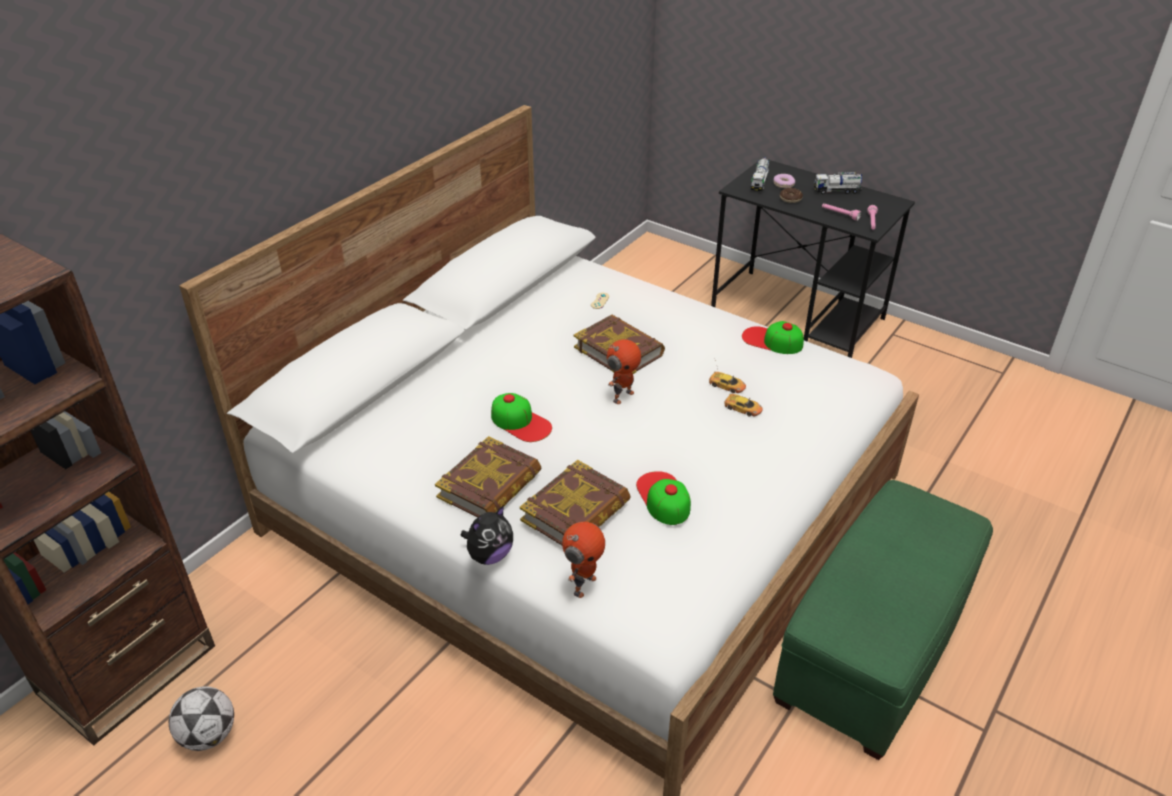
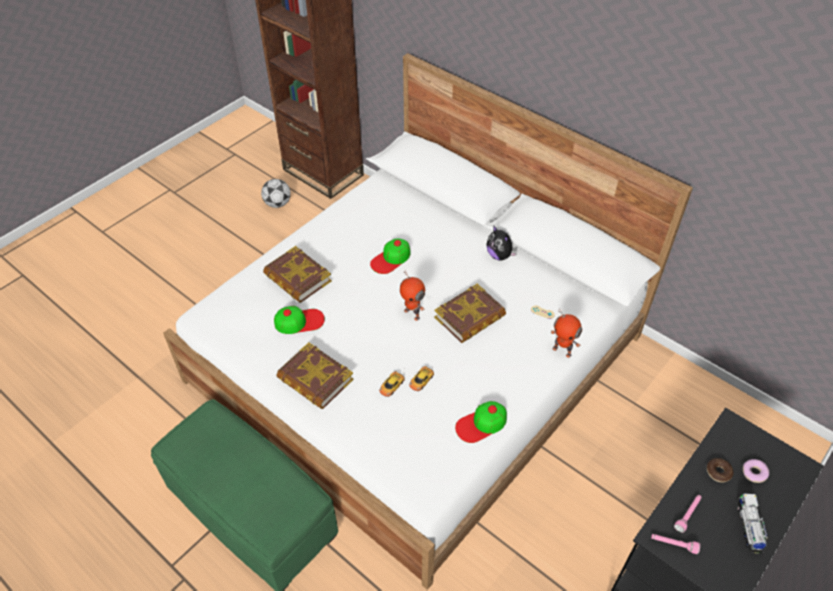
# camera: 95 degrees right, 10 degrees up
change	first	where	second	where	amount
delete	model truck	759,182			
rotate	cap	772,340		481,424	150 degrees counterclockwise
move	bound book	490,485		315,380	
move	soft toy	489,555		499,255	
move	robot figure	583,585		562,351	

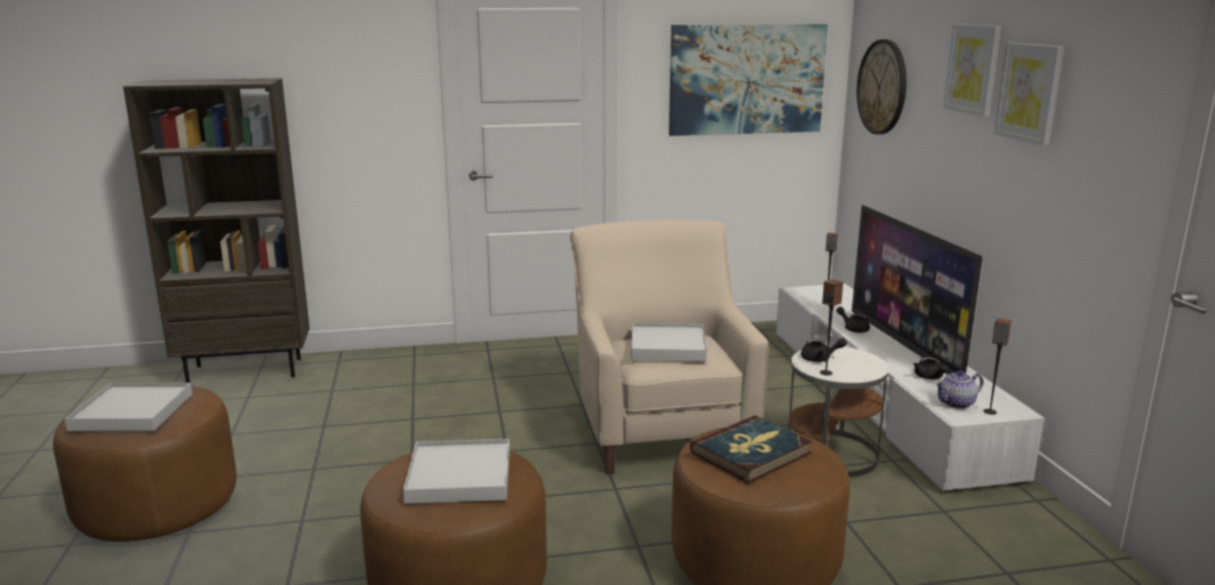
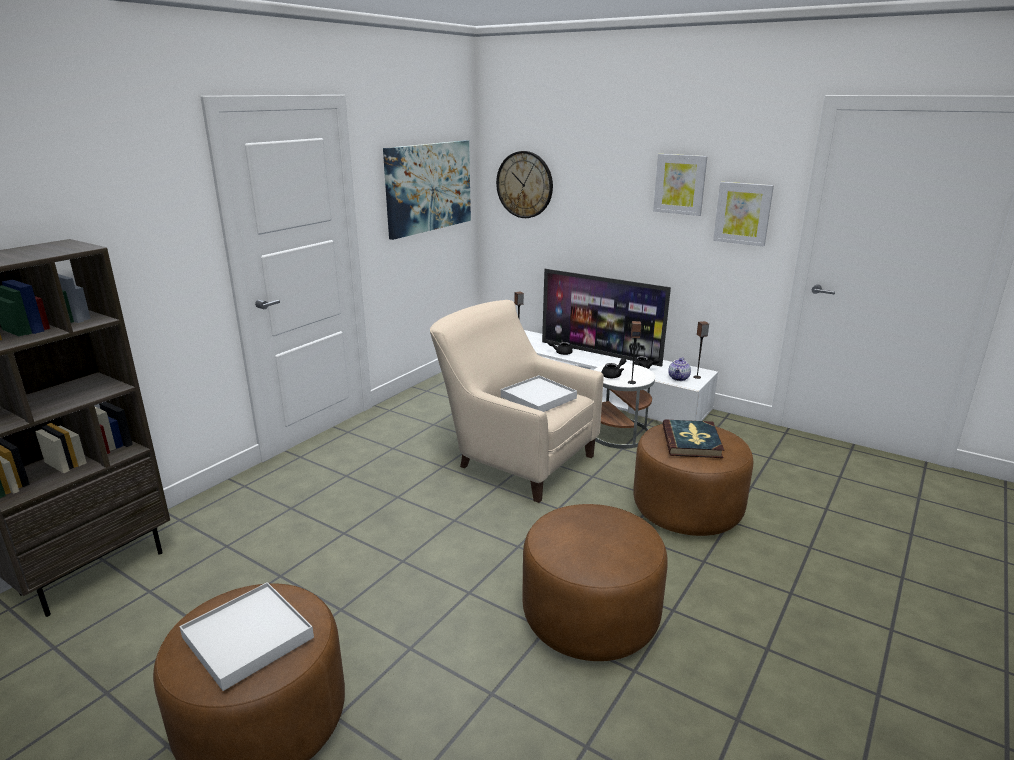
# camera: 45 degrees left, 5 degrees up
change	first	where	second	where	amount
move	wall art	973,69		743,213	
delete	white-coloured carrying tray	460,476			

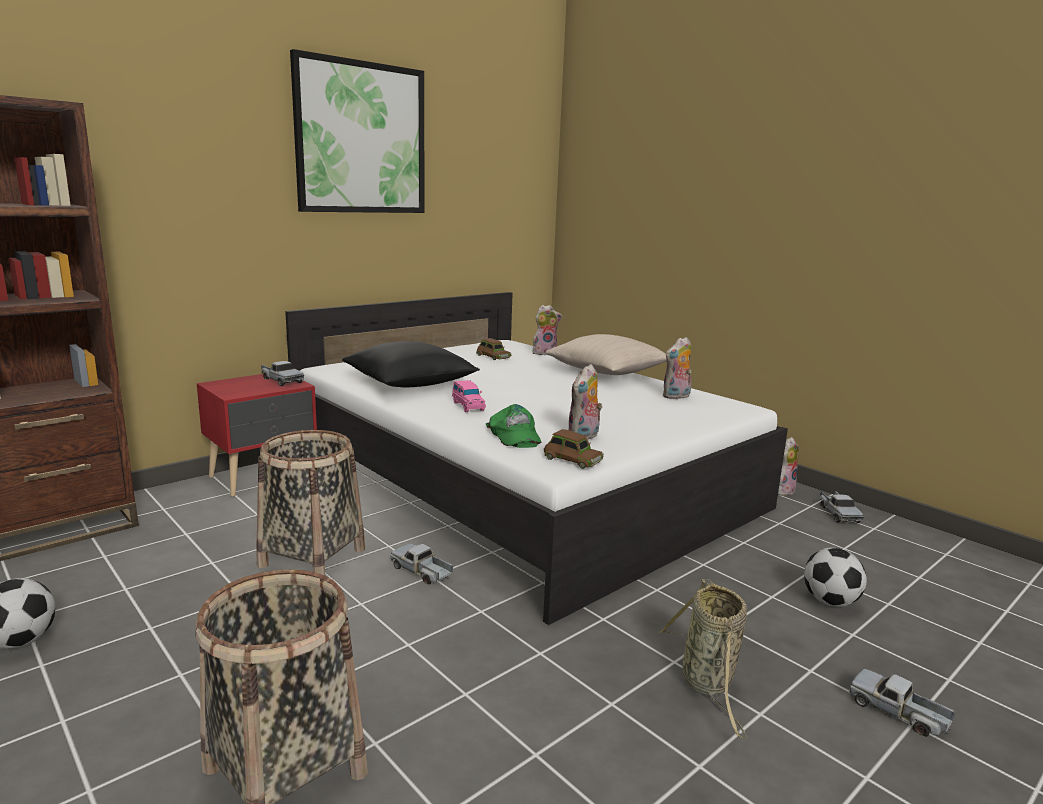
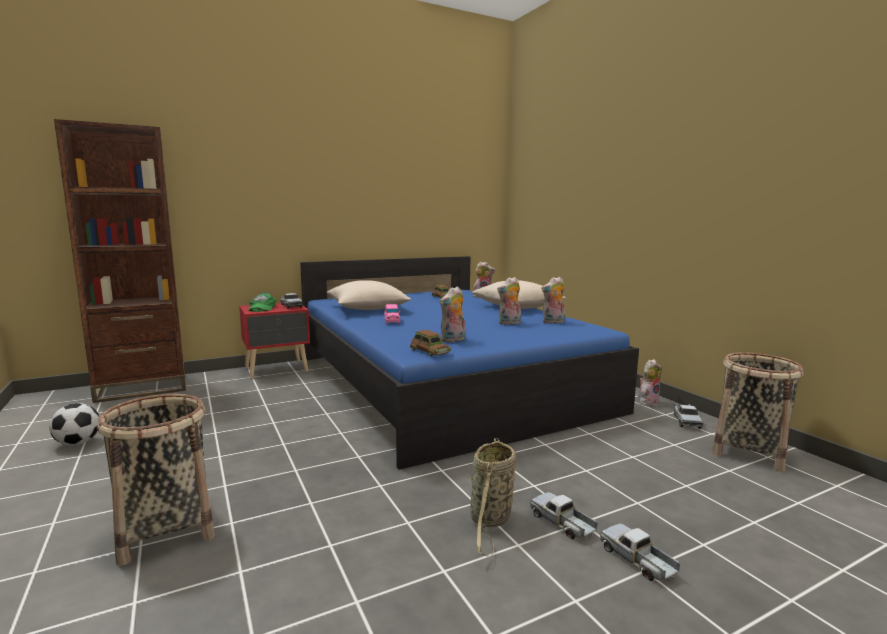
# camera: 15 degrees right, 5 degrees down
change	first	where	second	where	amount
delete	wall art	361,138			
recolor	white-coloured bed	519,480	blue bed	444,382	
recolor	black cushion	409,383	beige cushion	367,308	
move	green cap	514,435		261,308	
move	basket	313,557		750,452	
move	model truck	422,571		562,523	
delete	football	829,602			
insert			soft toy	509,323	

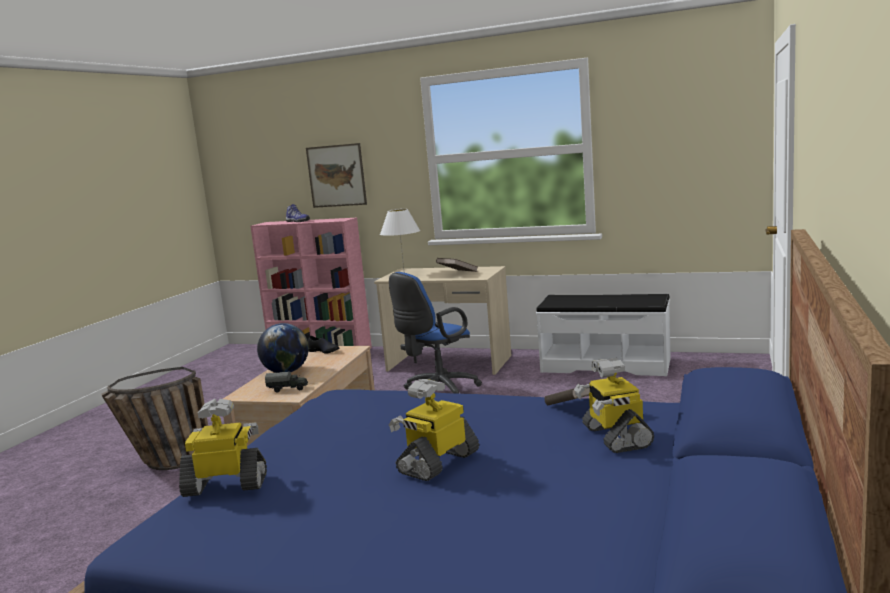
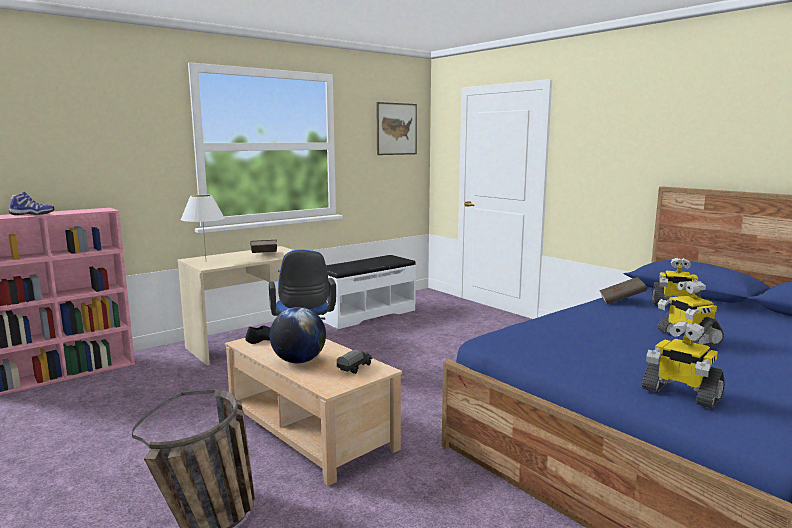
# camera: 60 degrees left, 0 degrees up
change	first	where	second	where	amount
move	wall art	336,175		396,129	
rotate	robot figure	227,485		680,393	75 degrees counterclockwise

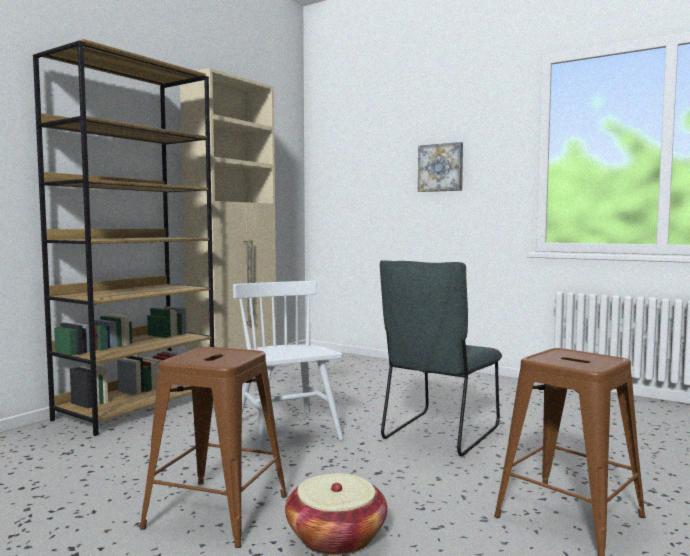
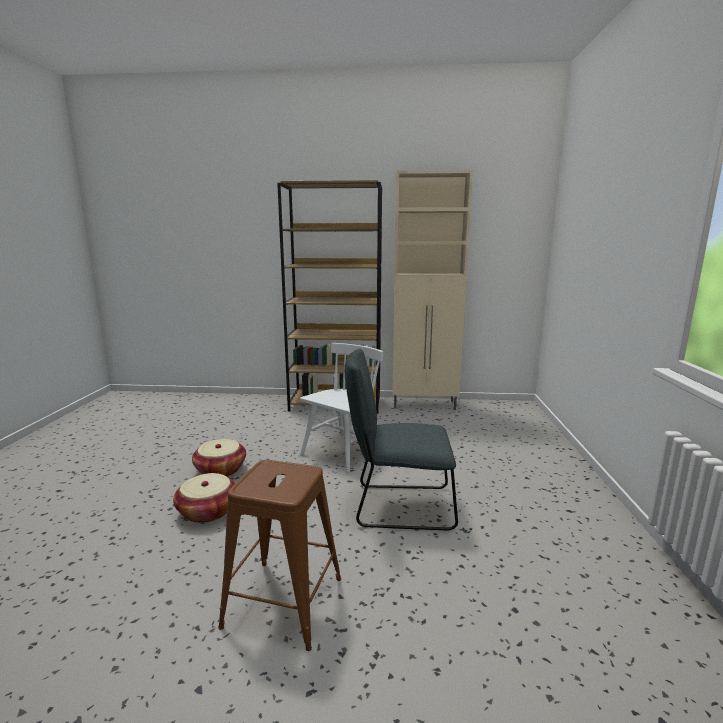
# camera: 60 degrees right, 10 degrees up
change	first	where	second	where	amount
delete	wall art	441,167			
replace	brownish sitting stool	217,512	basket	220,470	

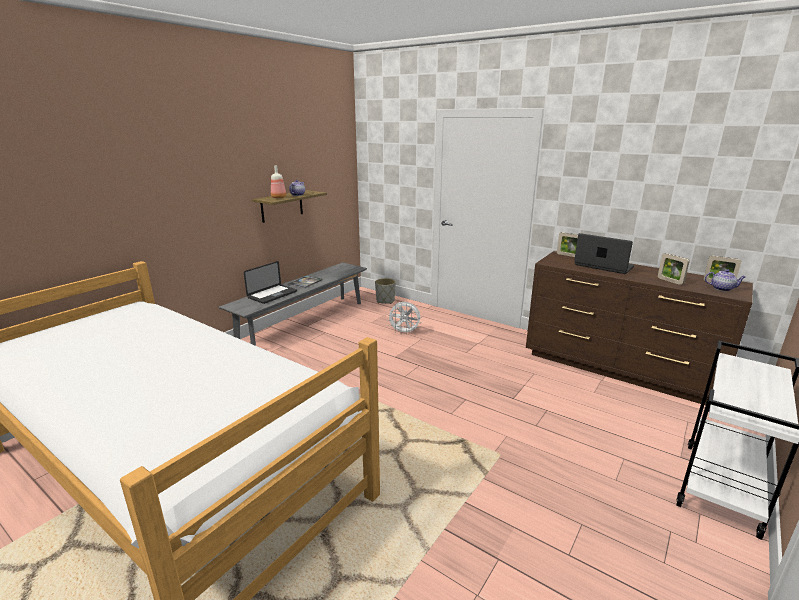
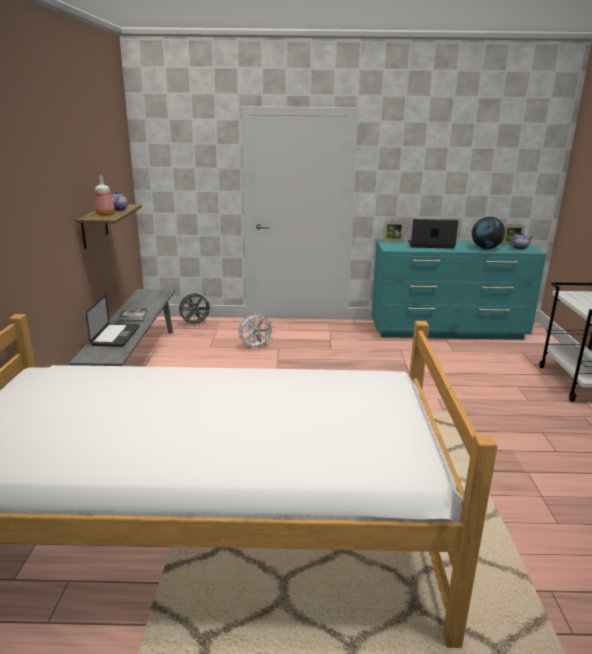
# camera: 35 degrees left, 0 degrees up
change	first	where	second	where	amount
recolor	brownish drawer chest	618,369	turquoise-coloured drawer chest	448,331	
replace	standing frame	670,281	desk globe	486,248	
replace	greyish plant pot	385,301	greyish fan	195,324	

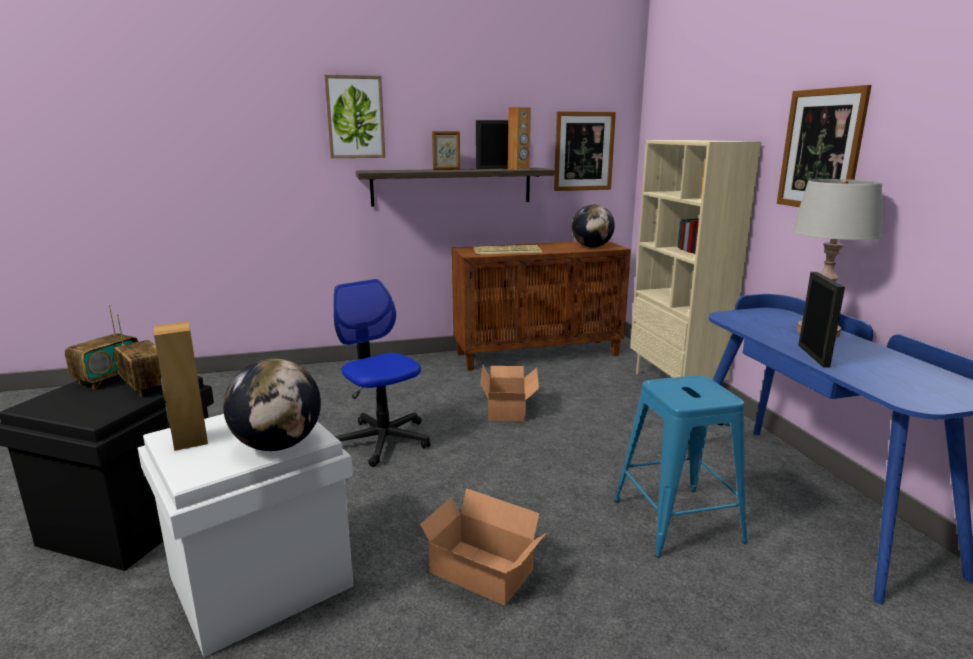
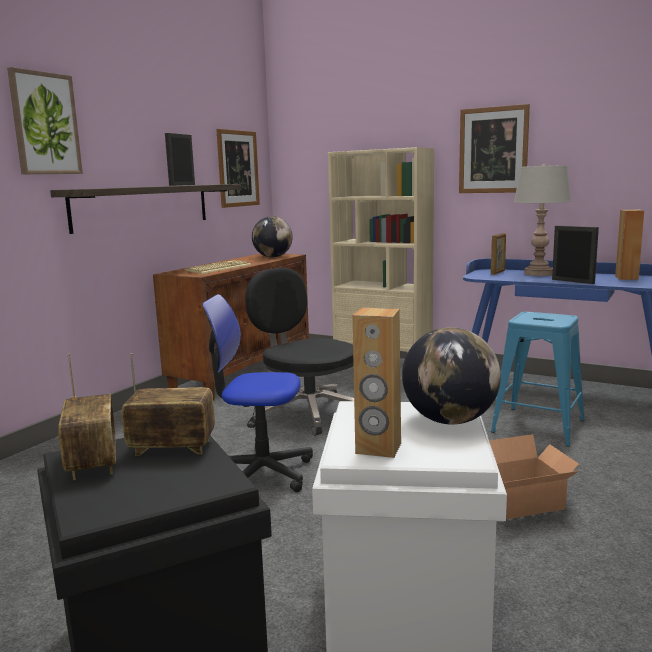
# camera: 45 degrees left, 5 degrees down
change	first	where	second	where	amount
move	brownish speaker	518,169		627,278	
move	standing frame	446,169		498,272	
replace	carton	509,408	black computer chair	307,413	

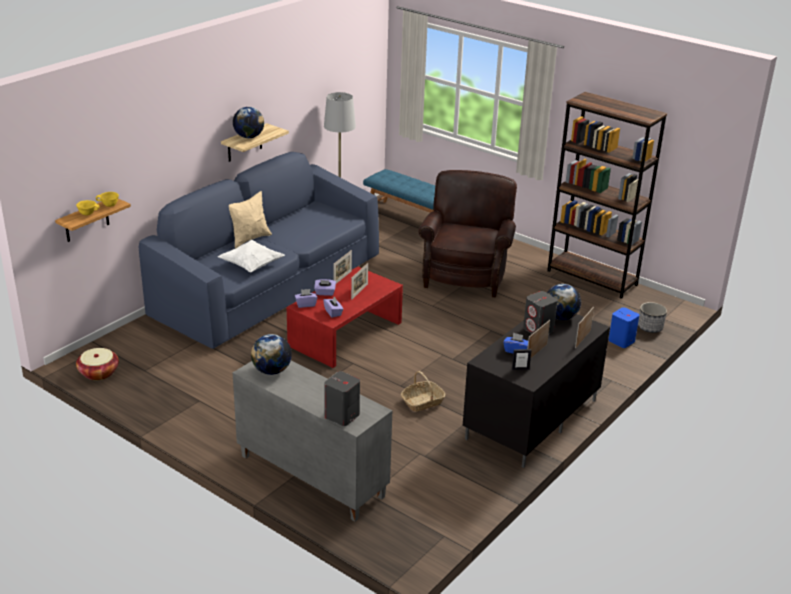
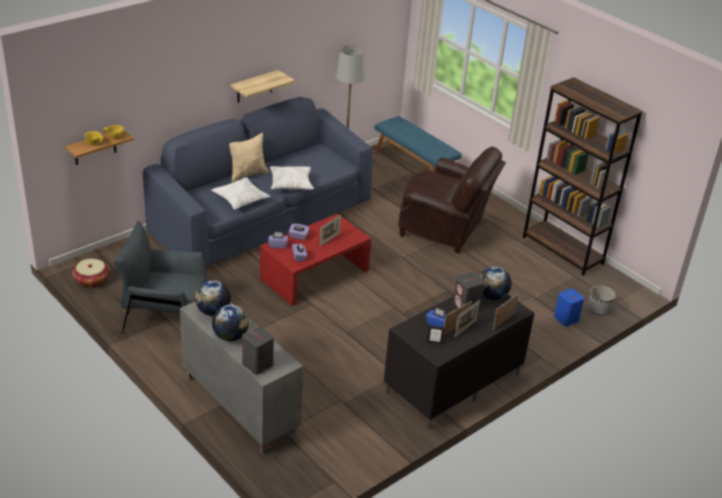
# camera: 10 degrees right, 5 degrees up
change	first	where	second	where	amount
move	desk globe	249,137		230,336	
rotate	brownish lounge chair	465,274		445,230	90 degrees clockwise
move	standing frame	342,278		465,328	
delete	basket	422,402			
insert			white-coloured cushion	291,186	
insert			greyish lounge chair	165,317	

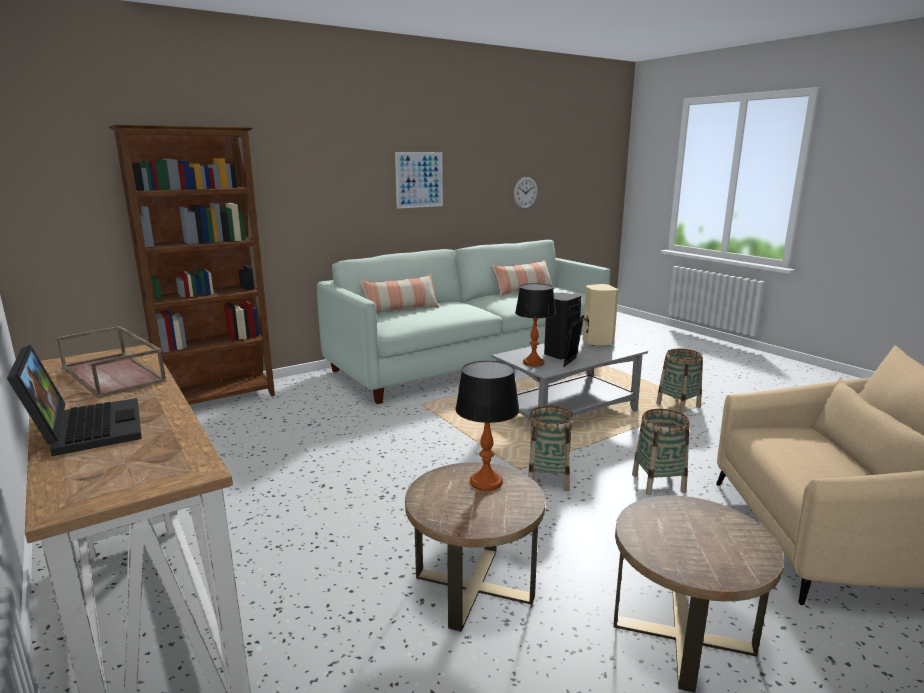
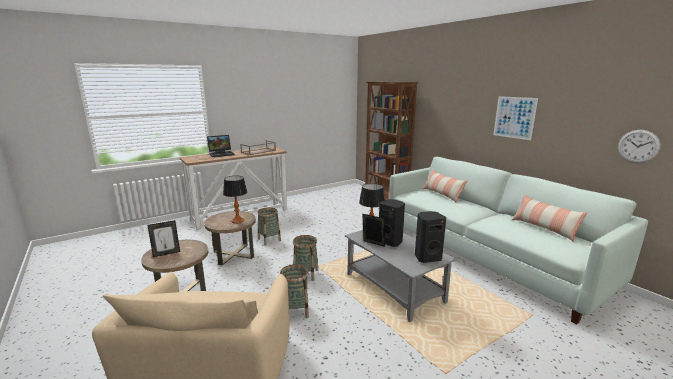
# camera: 90 degrees right, 0 degrees up
change	first	where	second	where	amount
recolor	beige speaker	596,342	black speaker	427,257	
move	basket	678,405		269,240	
insert			standing frame	166,253	

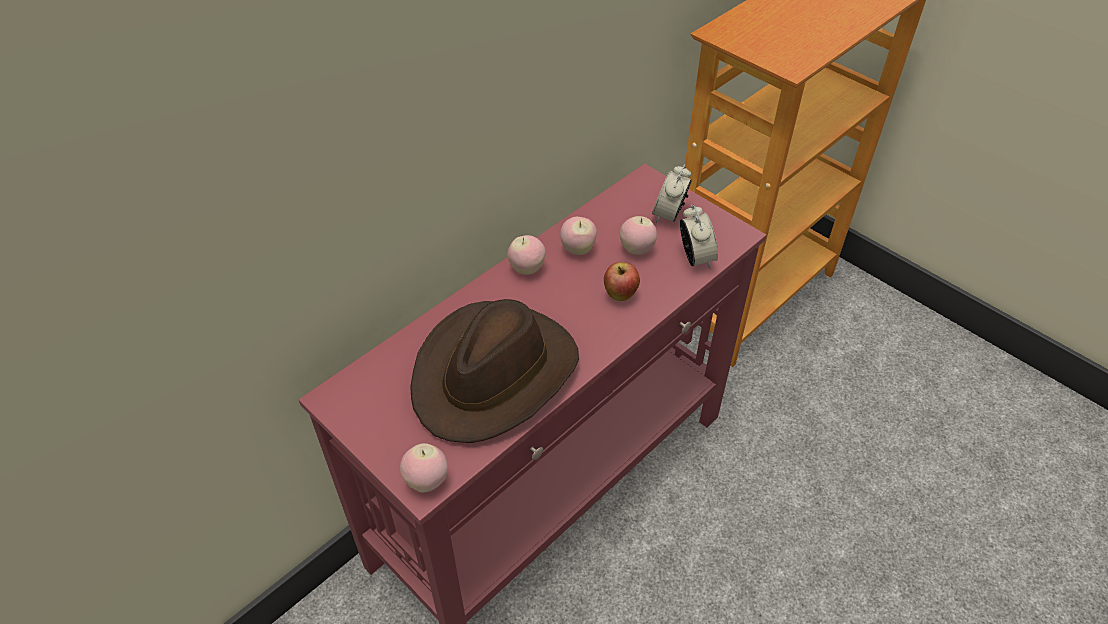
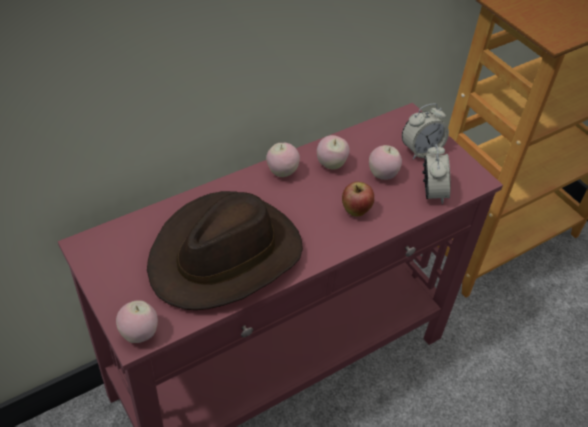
# camera: 10 degrees right, 0 degrees up
change	first	where	second	where	amount
rotate	alarm clock	669,215		421,150	150 degrees counterclockwise

